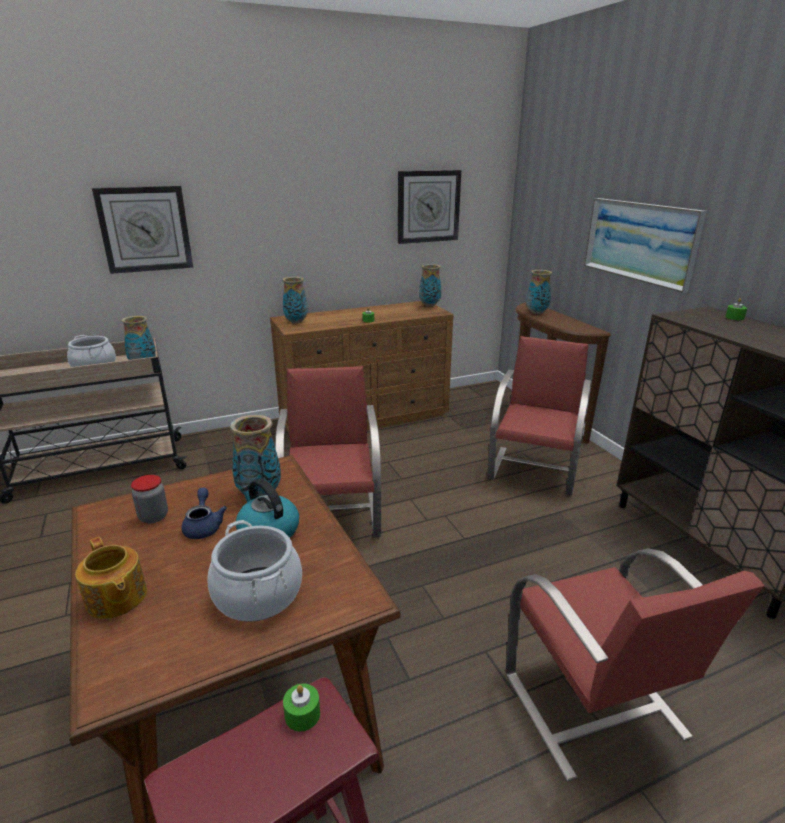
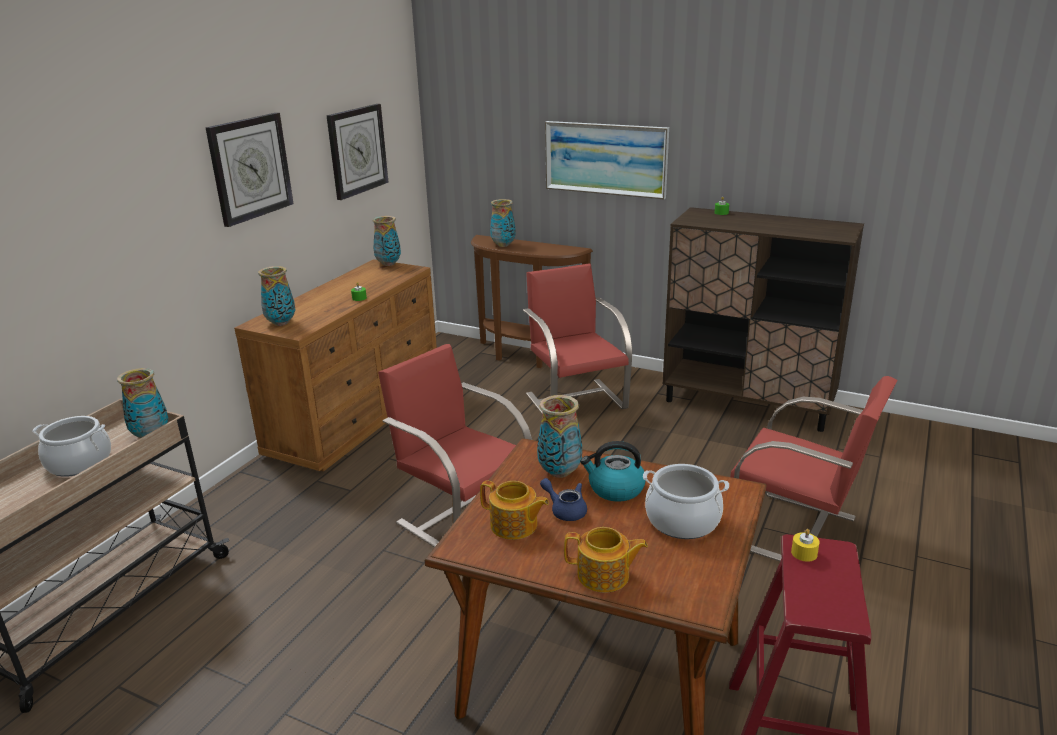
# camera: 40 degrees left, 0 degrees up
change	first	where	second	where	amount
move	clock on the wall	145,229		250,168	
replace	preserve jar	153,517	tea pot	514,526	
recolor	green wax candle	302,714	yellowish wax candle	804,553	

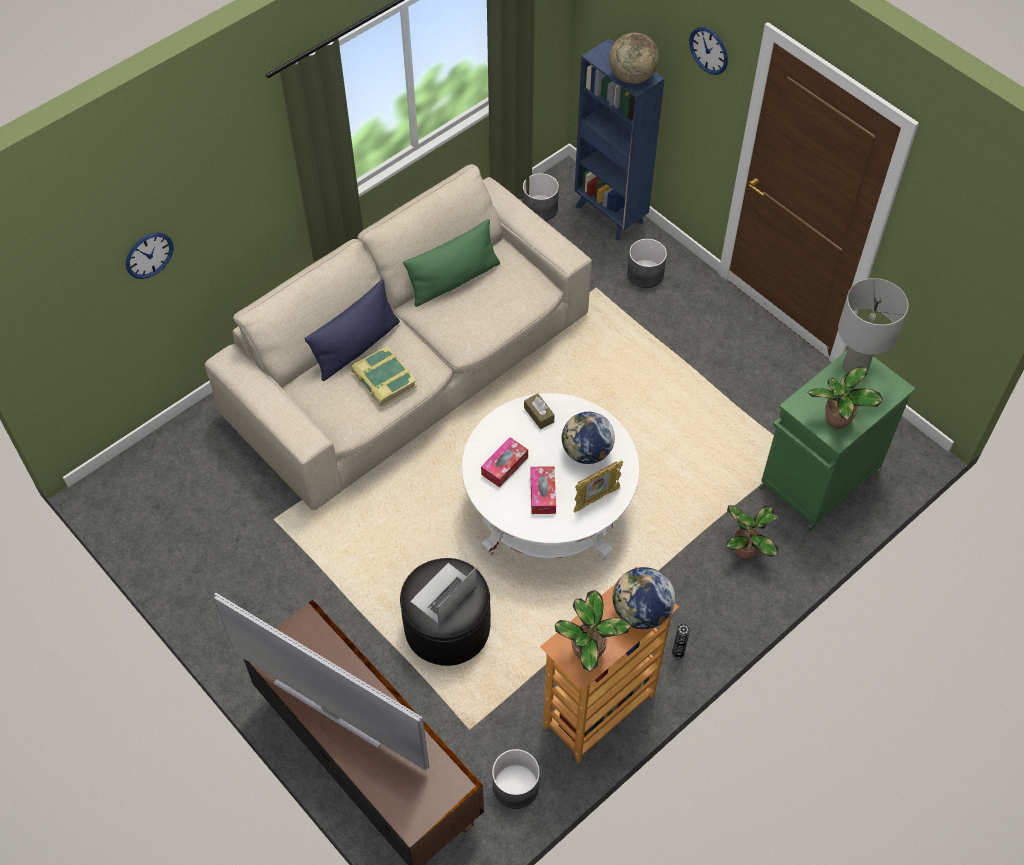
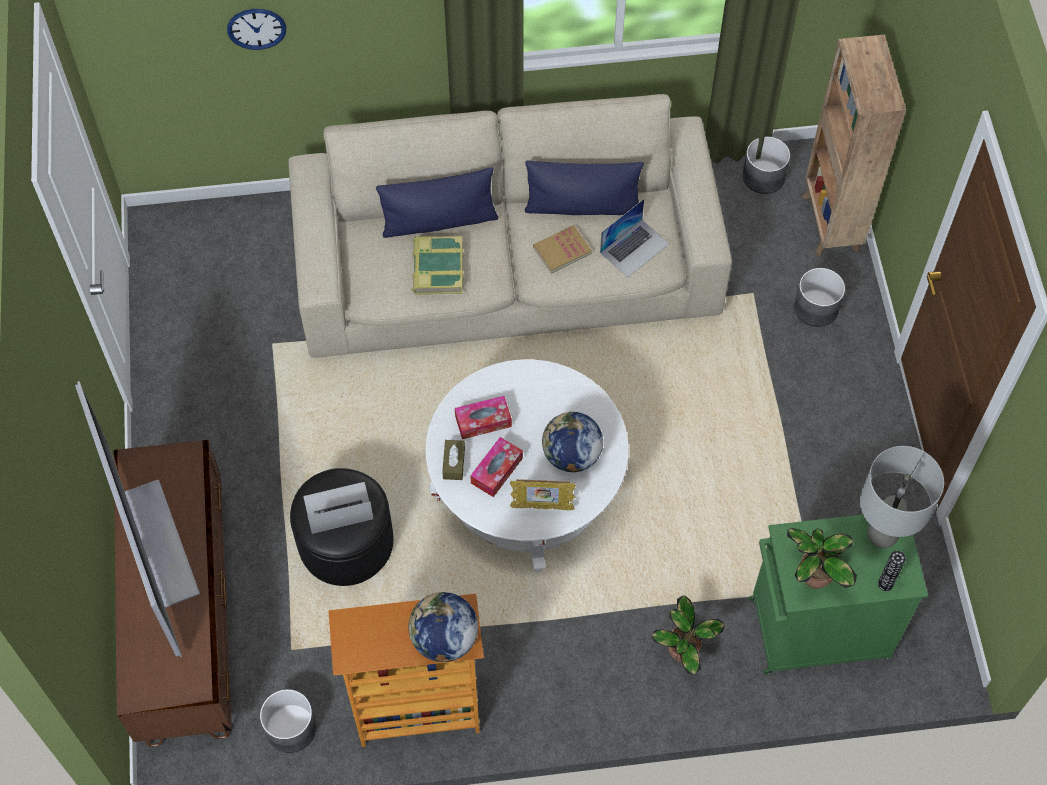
# camera: 35 degrees right, 5 degrees up
change	first	where	second	where	amount
delete	clock on the wall	709,50			
delete	desk globe	632,77			
recolor	blue bookshelf	610,215	brownish bookshelf	830,224	
recolor	green cushion	454,280	blue cushion	582,206	
move	brownish box of tissues	539,415		454,463	
delete	plant in a pot	589,652			
move	flower vase	678,652		885,584	
insert			laptop	634,248	
insert			bound book	562,250	

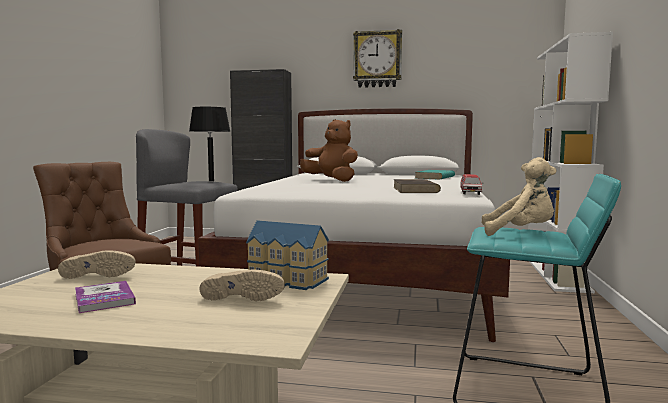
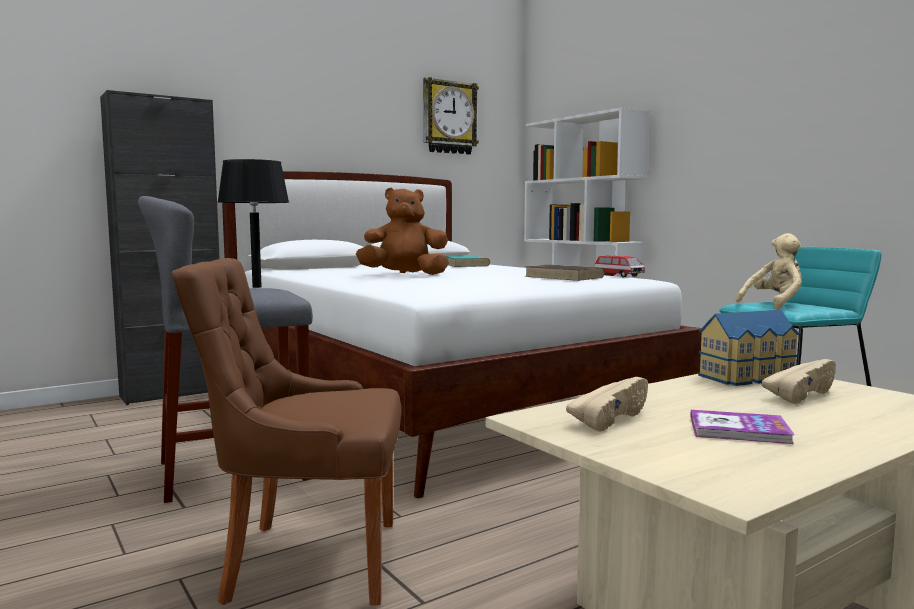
# camera: 45 degrees left, 0 degrees up
change	first	where	second	where	amount
move	clock on the wall	377,59		449,117	

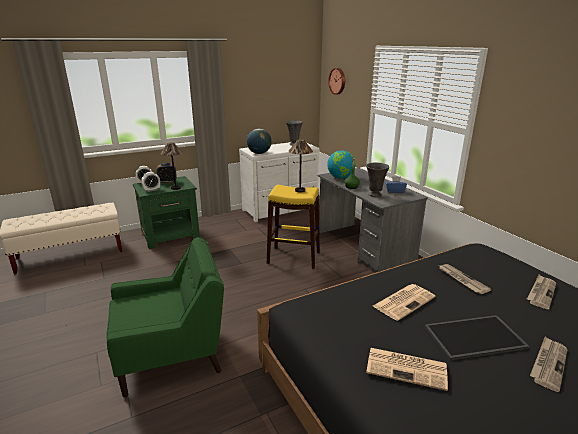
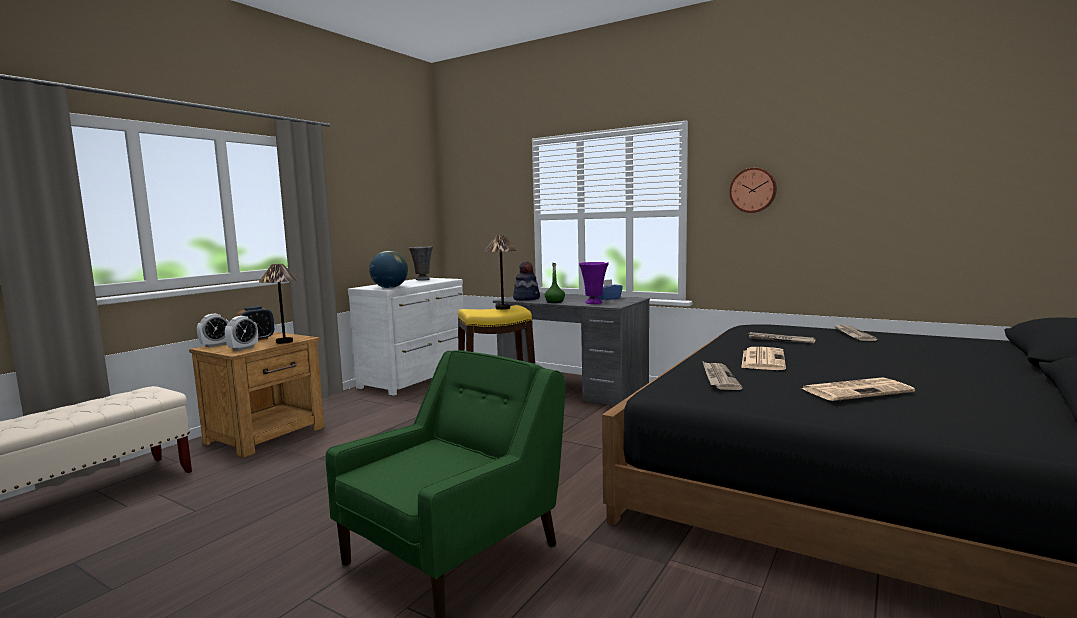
# camera: 30 degrees left, 15 degrees down
change	first	where	second	where	amount
move	clock on the wall	337,81		753,190	
replace	desk globe	340,177	clothing hat	526,299	
recolor	greyish flower vase	375,195	purple-coloured flower vase	594,303	
recolor	green night table	171,235	brownish night table	267,435	
delete	carrying tray	474,338			
move	daily paper	548,364		719,378	

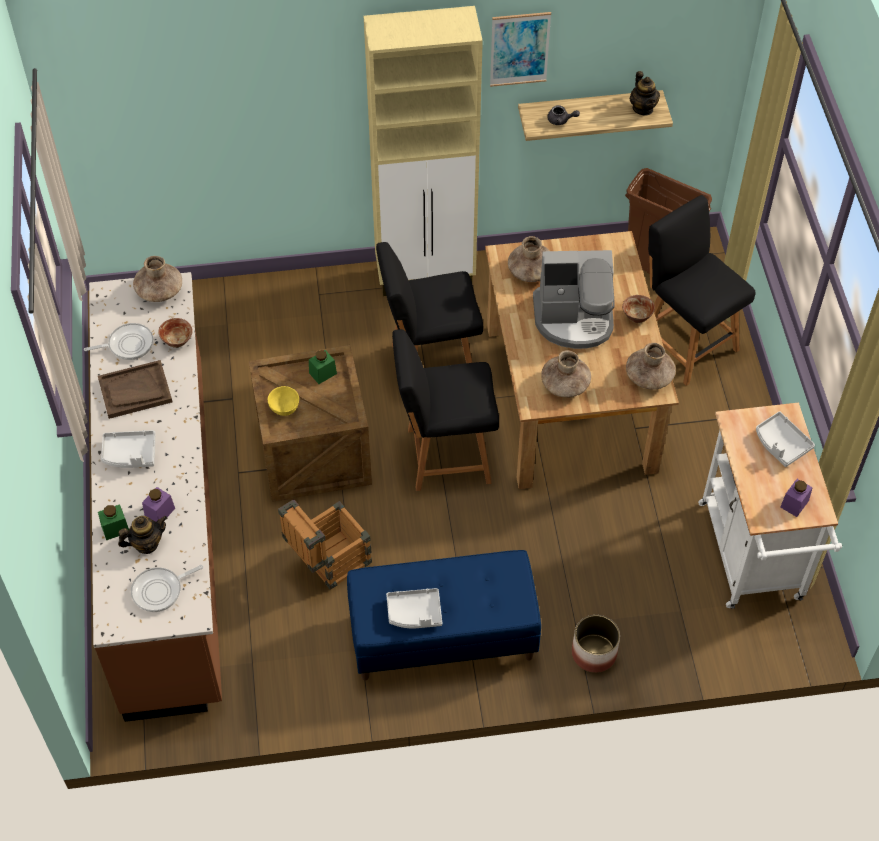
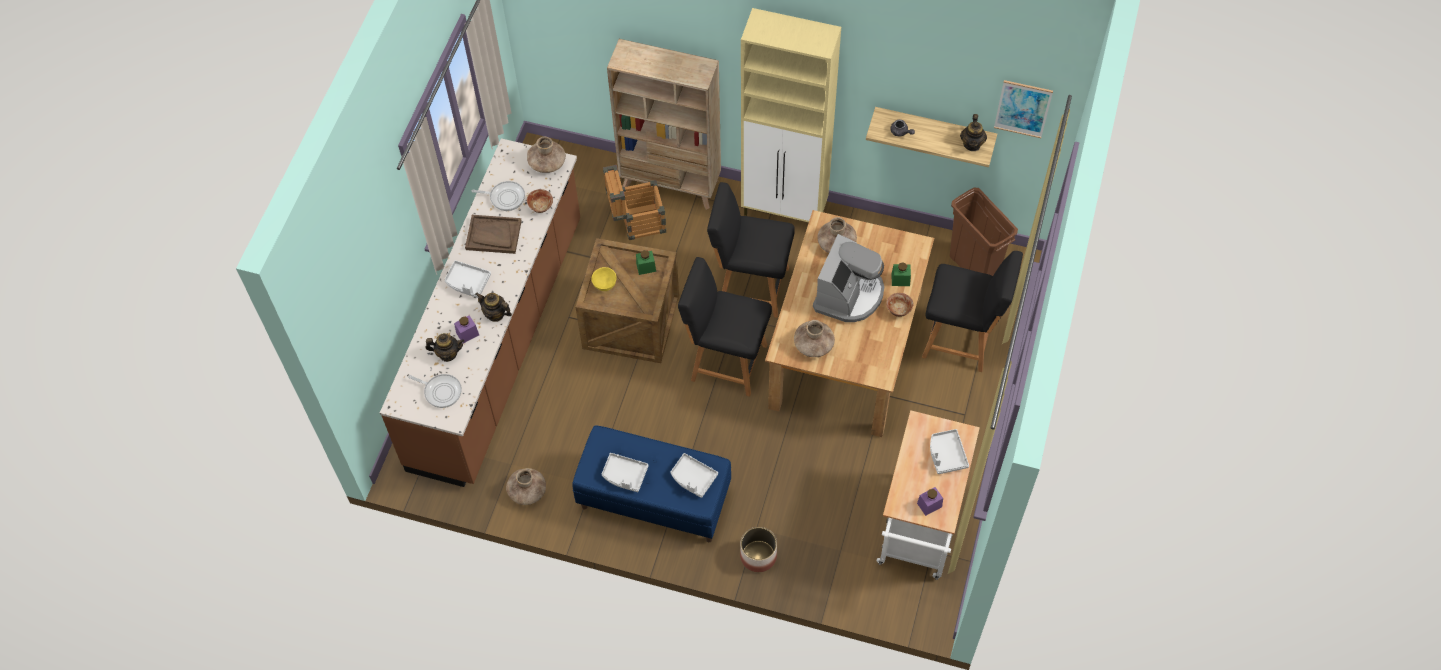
# camera: 25 degrees right, 5 degrees up
change	first	where	second	where	amount
move	wall art	519,49		1023,109	
rotate	black upright chair	685,343		961,340	120 degrees clockwise
rotate	coffee brewer	574,319		849,295	90 degrees counterclockwise
move	brownish flower vase	649,376		527,491	
move	crate	328,563		636,222	
move	green preserve jar	115,528		900,280	
rotate	pan	160,590		441,391	150 degrees counterclockwise
insert			beige bookshelf	671,185	
insert			tea pot	495,314	
insert			greyish carrying tray	693,478	

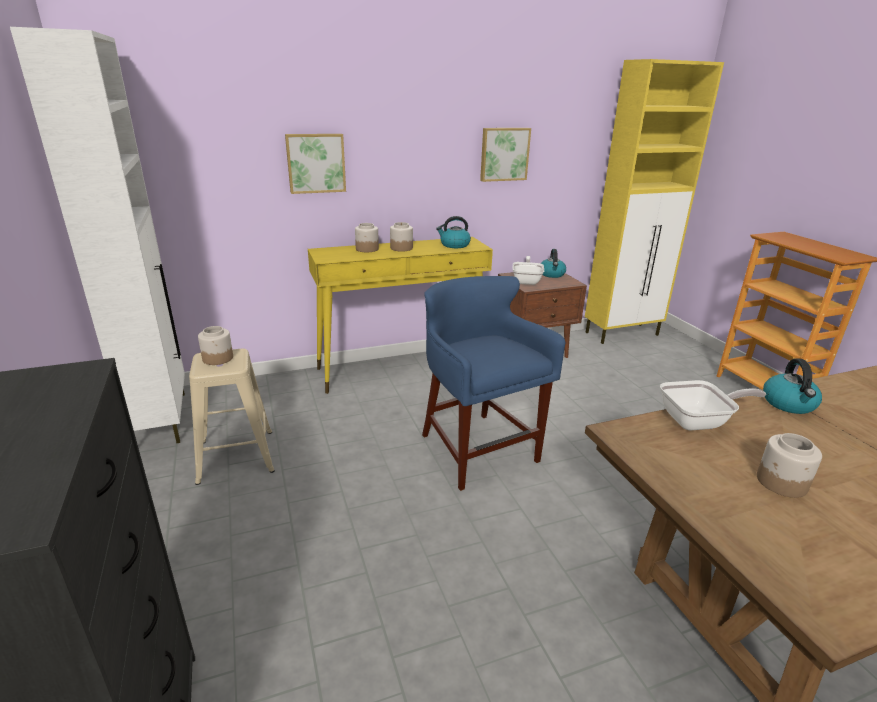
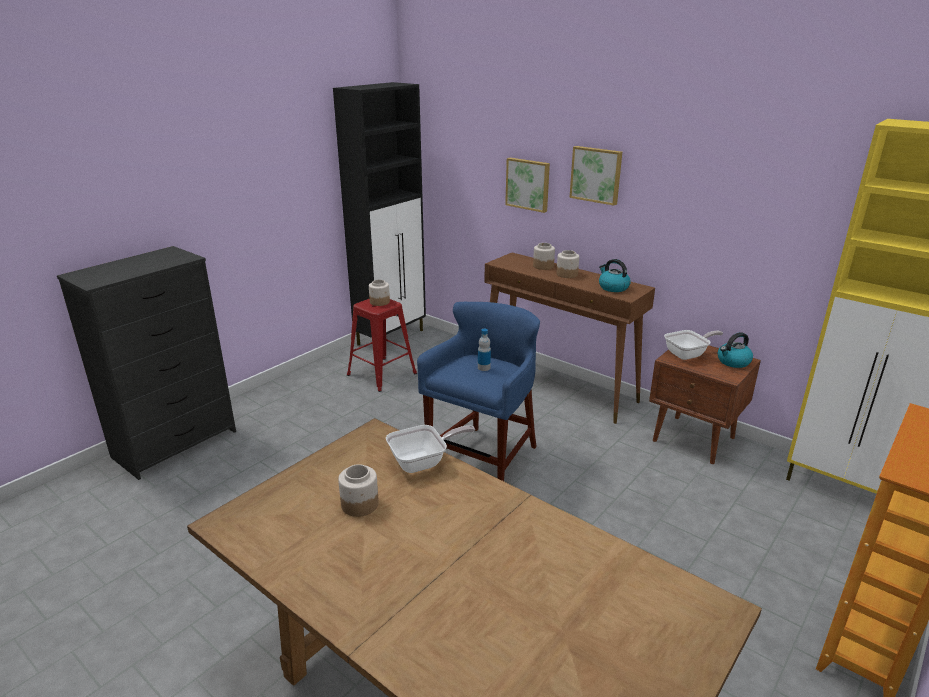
# camera: 60 degrees right, 0 degrees up
change	first	where	second	where	amount
recolor	white-coloured storage cabinet	162,419	black storage cabinet	391,337	
move	wall art	504,154		596,174	
recolor	yellowish console table	402,368	brownish console table	558,387	
recolor	beige sitting stool	235,455	red-coloured sitting stool	382,373	
delete	kettle	789,404			
rotate	pan	699,421		423,462	75 degrees counterclockwise
insert			beverage bottle	484,368	

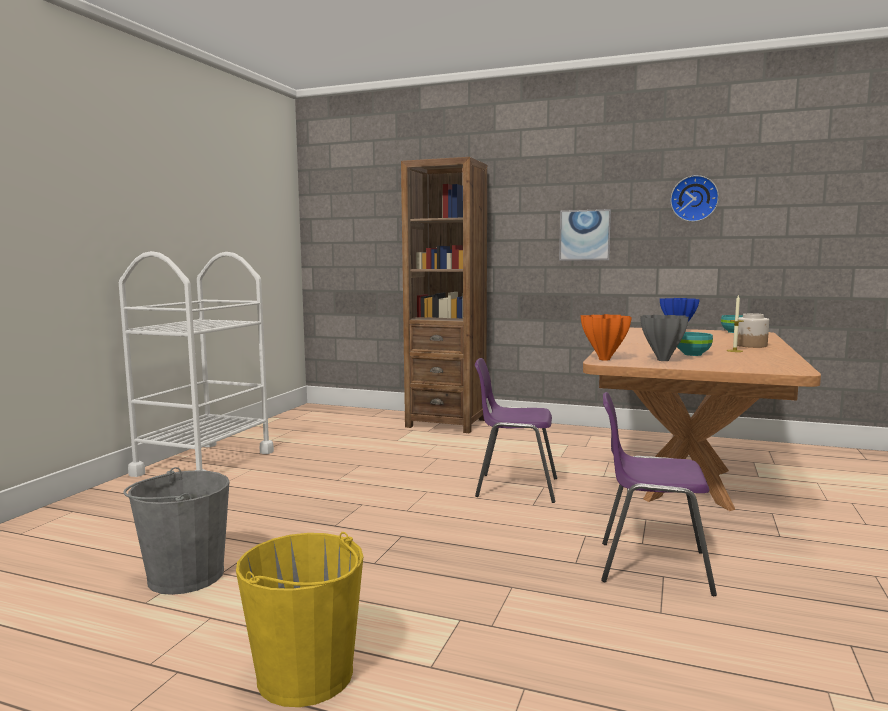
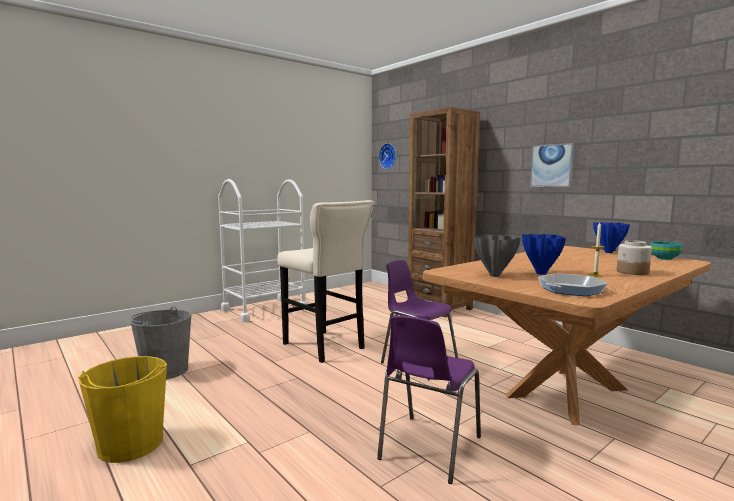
# camera: 30 degrees right, 0 degrees up
change	first	where	second	where	amount
move	clock on the wall	694,198		388,156	
delete	orange flower vase	605,359			
replace	turquoise-coloured serving bowl	692,354	blue flower vase	540,273	
rotate	purple-coloured upright chair	650,566		428,449	105 degrees counterclockwise
insert			beige sitting stool	325,347	
insert			pan	571,289	

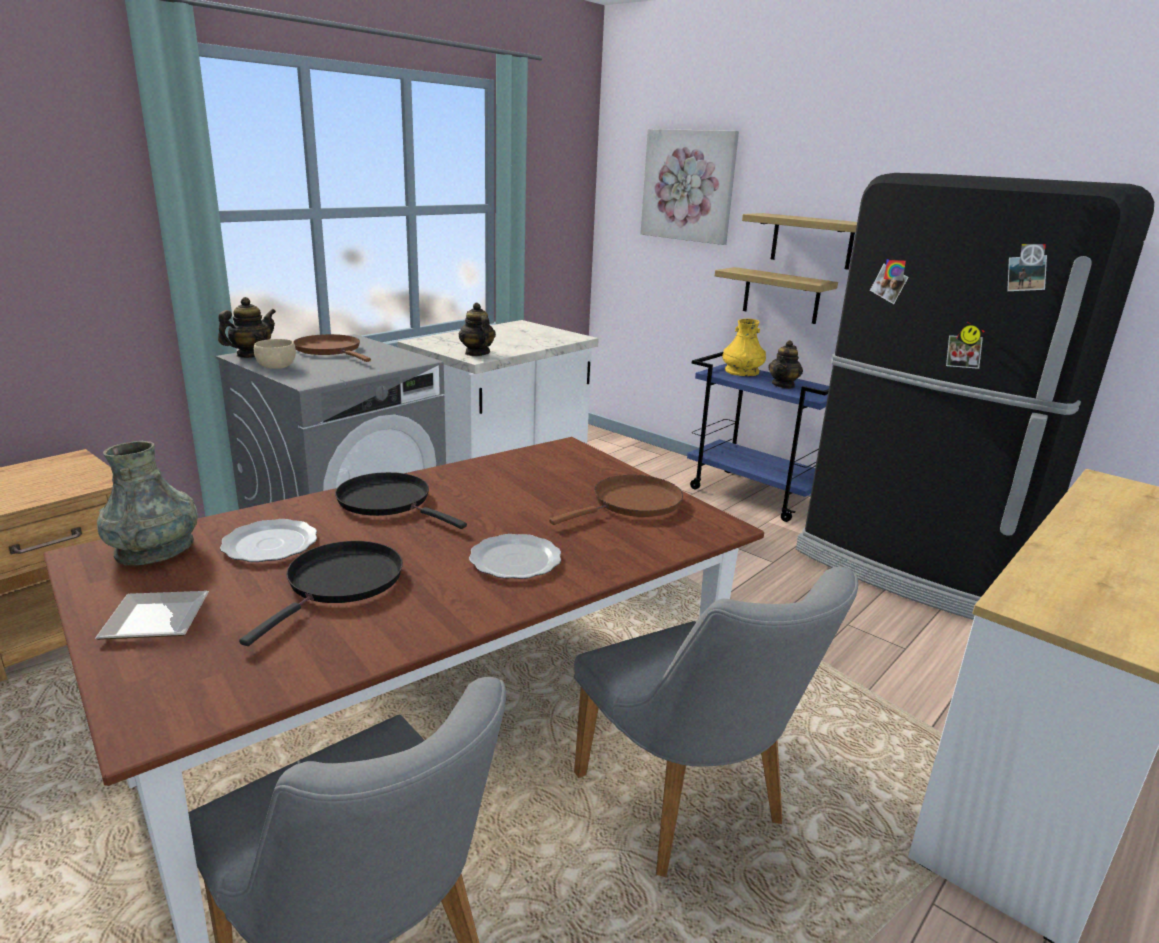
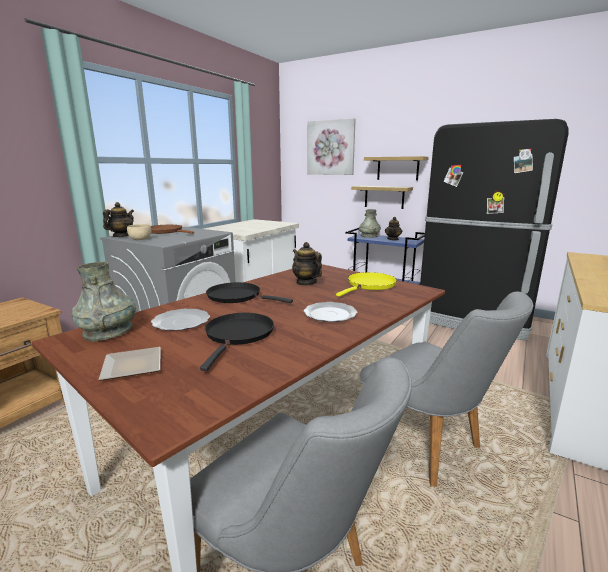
# camera: 10 degrees left, 5 degrees down
change	first	where	second	where	amount
move	tea pot	477,353		306,282	
recolor	yellowish flower vase	741,371	greyish flower vase	369,236	
recolor	brownish pan	632,503	yellowish pan	370,285	

